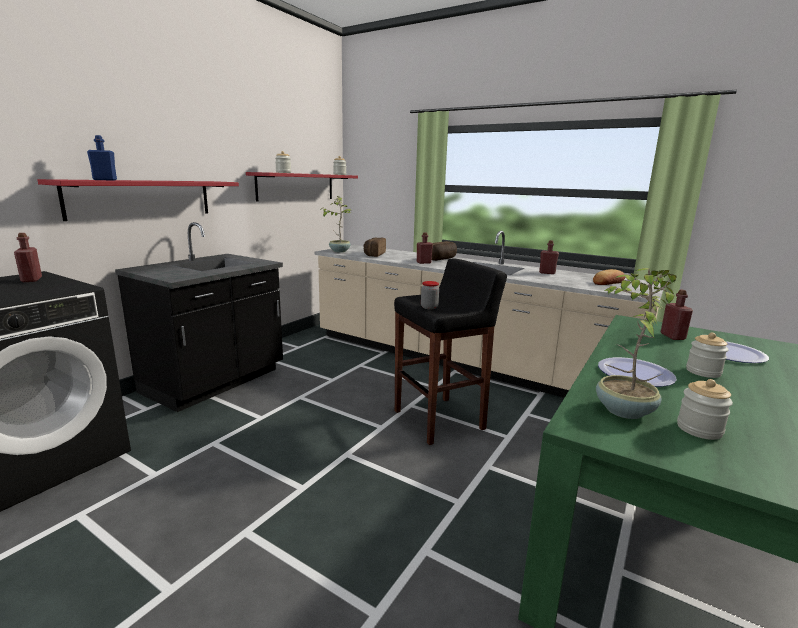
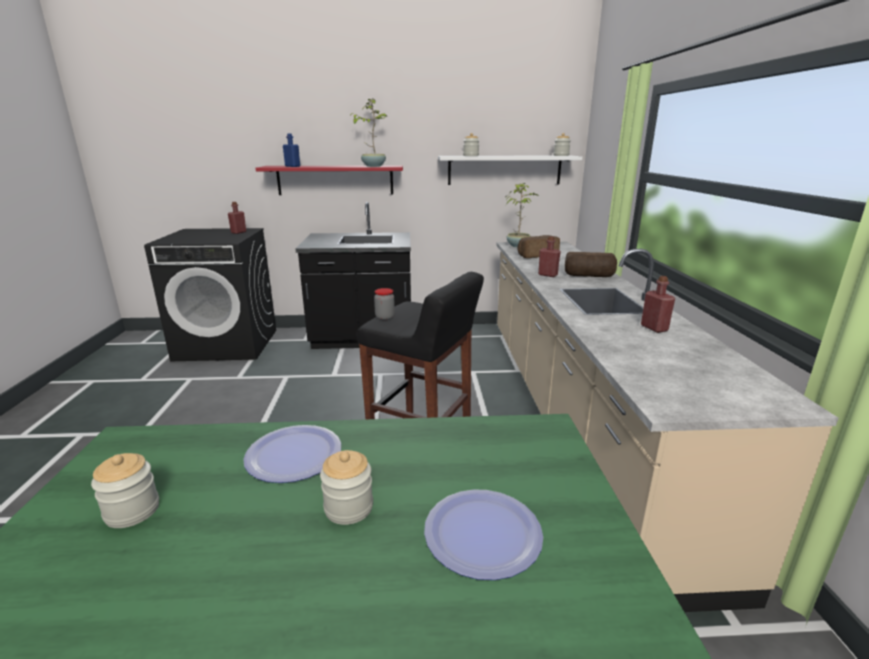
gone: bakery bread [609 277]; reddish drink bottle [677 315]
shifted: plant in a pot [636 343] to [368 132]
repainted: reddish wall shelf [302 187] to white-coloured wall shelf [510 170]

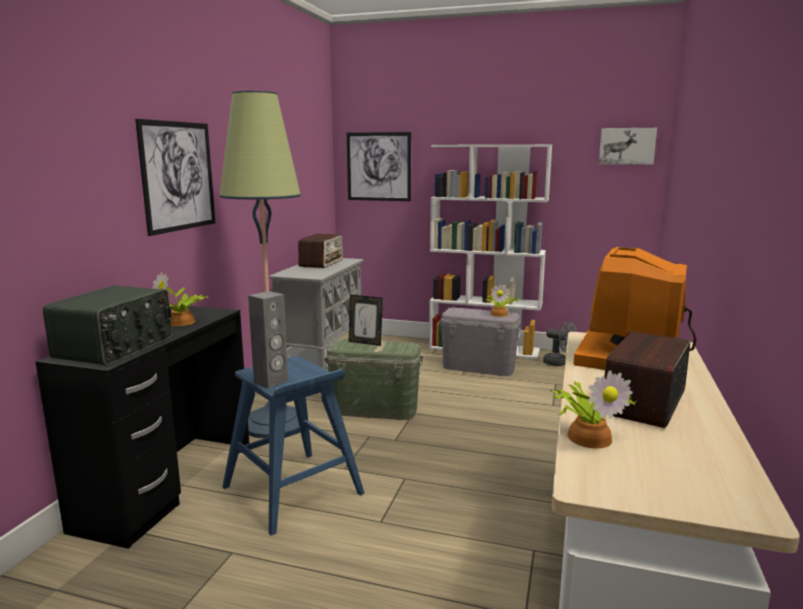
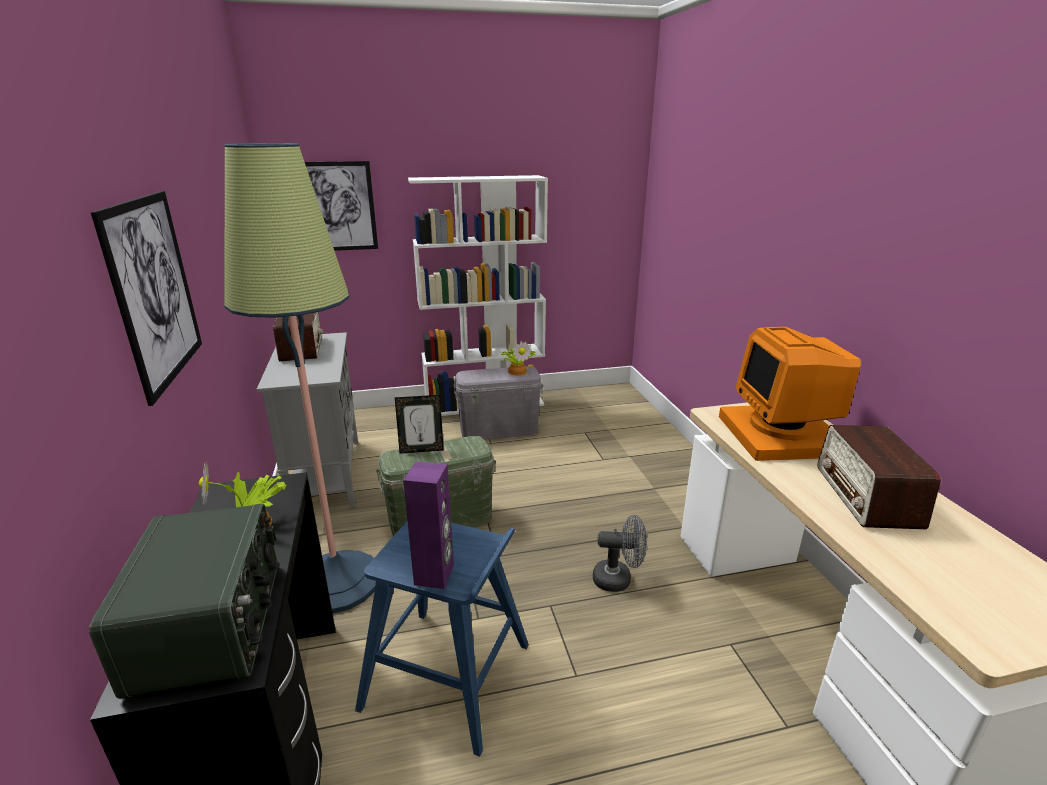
gone: picture [628 146]; plant in a pot [593 409]
shifted: grey cooling fan [560 343] to [620 553]
repainted: grey loudspeaker [268 339] to purplish loudspeaker [428 525]

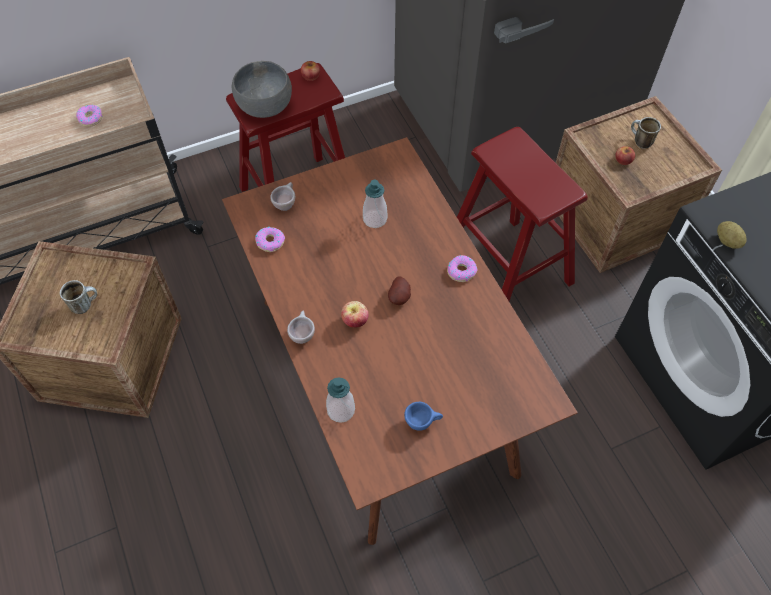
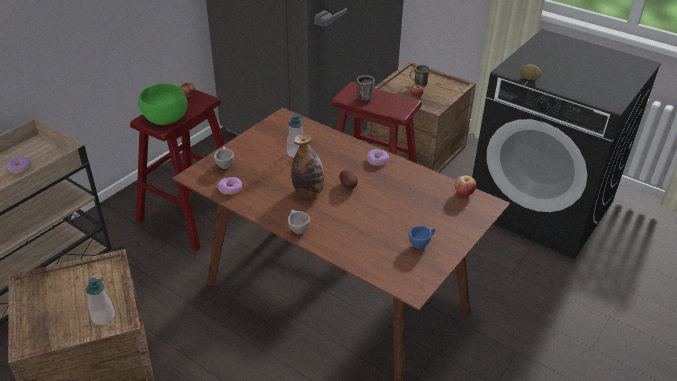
new: drink bottle [308 165]
shifted: coffee mug [78 297] to [366 88]; apple [355 314] to [465 185]; liquid soap bottle [340 400] to [100 301]
repainted: grey bowl [262 89] to greenish bowl [163 104]

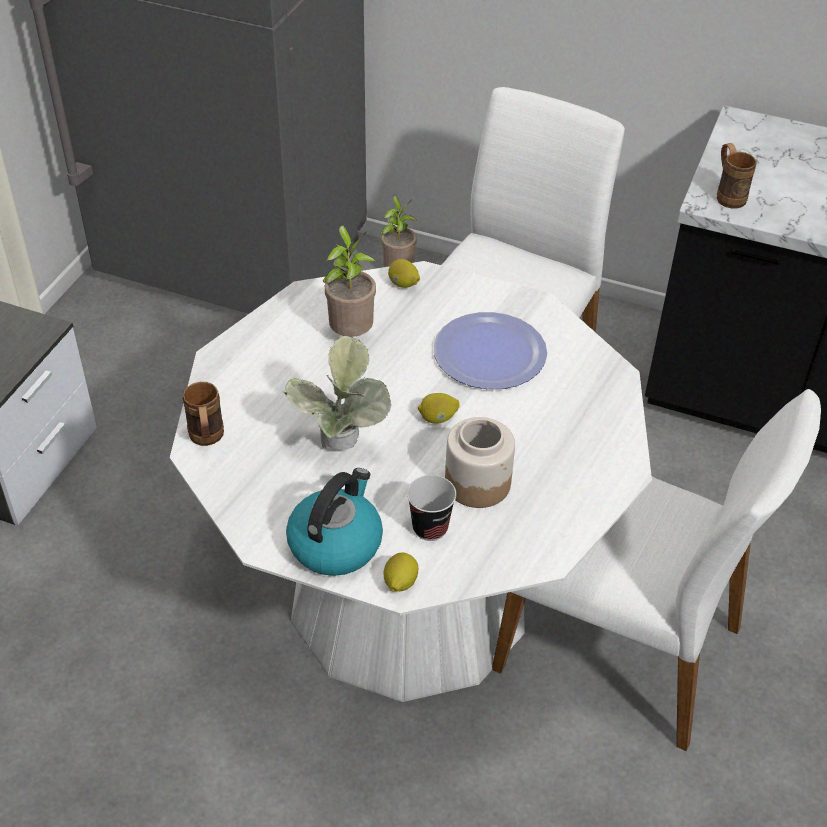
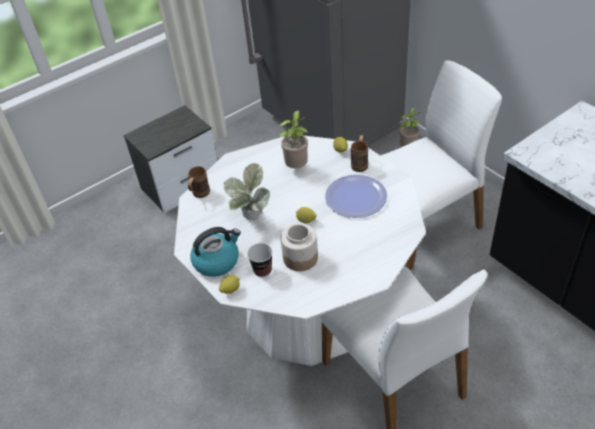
shifted: brownish coffee mug [737 176] to [359 153]

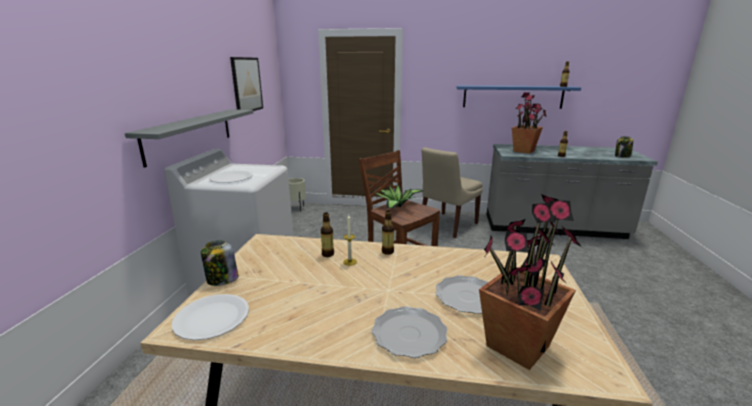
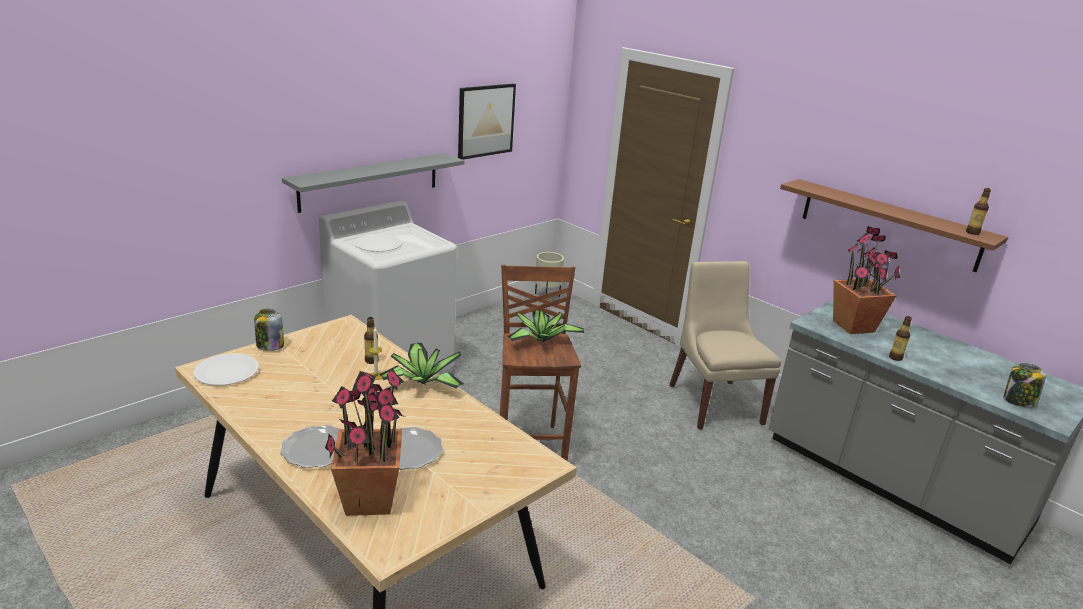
swapped: drink bottle [388 232] to plant in a pot [422 365]
repainted: blue wall shelf [519 97] to brownish wall shelf [894 225]
rotated: sand-coloured plain chair [452 192] = [725 345] 90 degrees clockwise

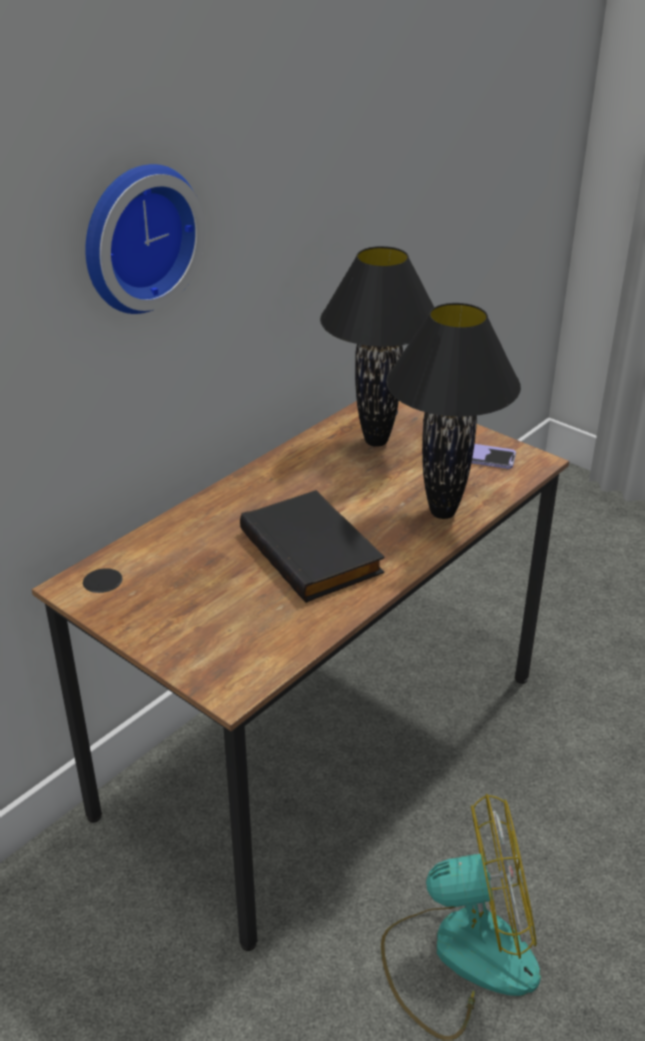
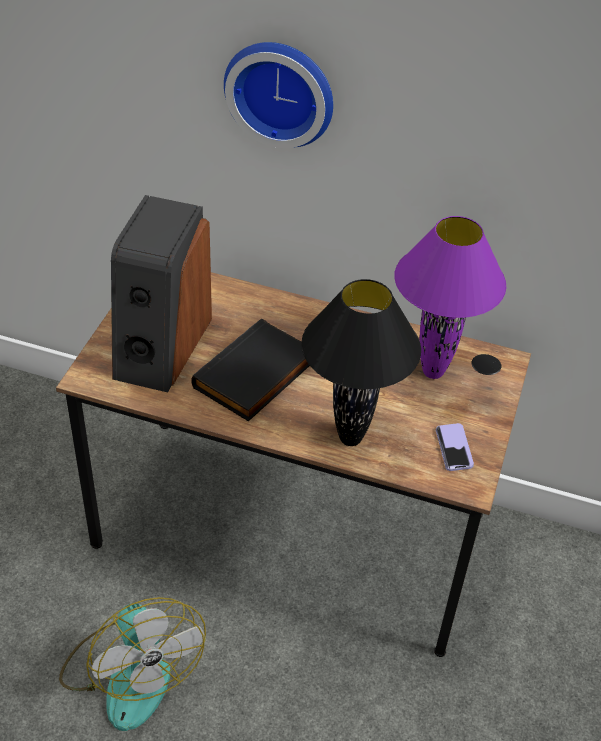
new: loudspeaker [161 293]
repainted: blackish lamp for a table [377 346] to purplish lamp for a table [450 297]

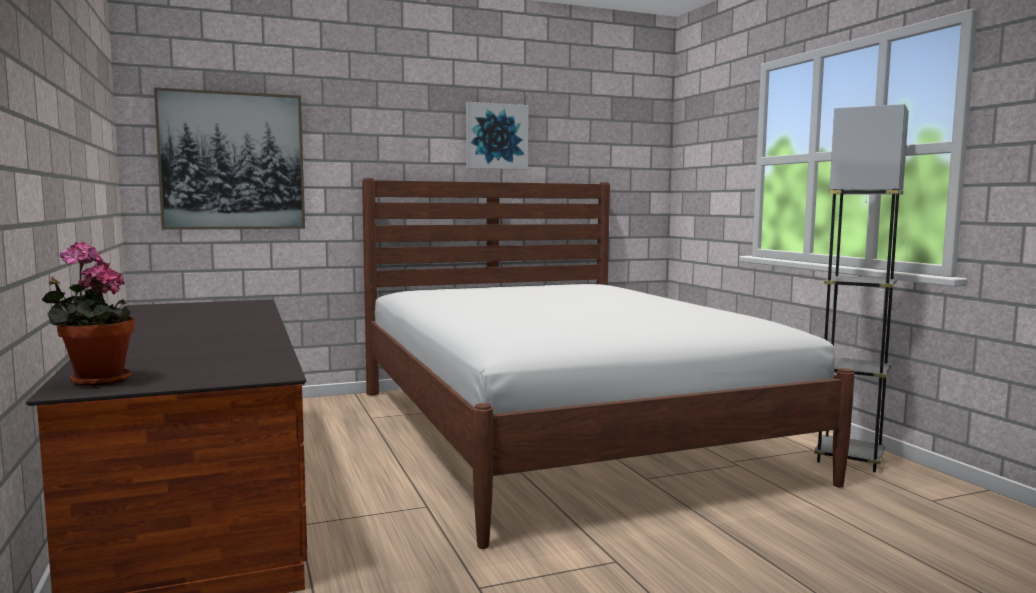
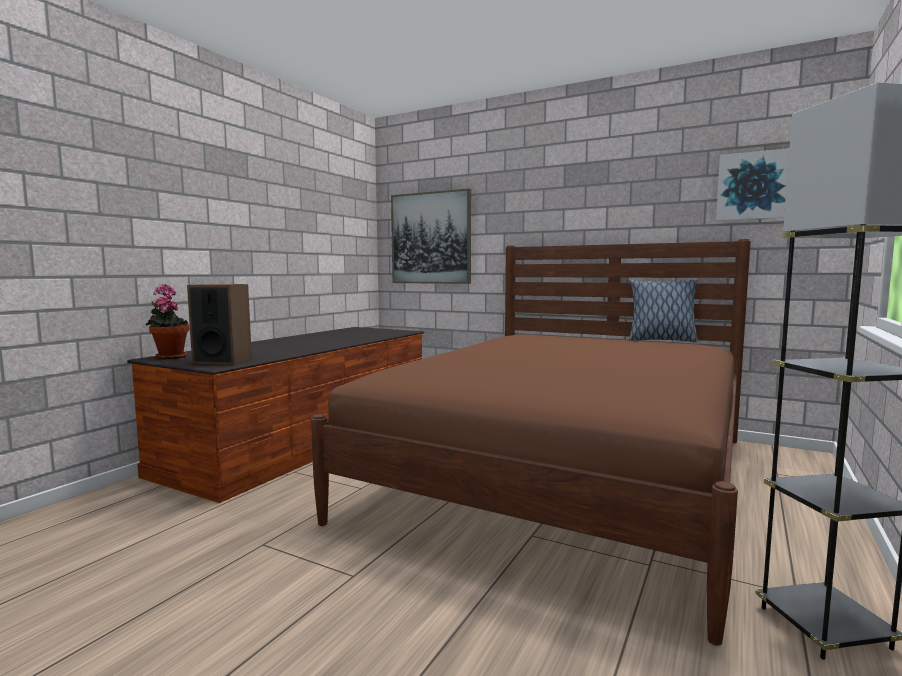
new: pillow [663 311]; loudspeaker [219 324]
shifted: picture [497 136] to [752 184]
repainted: white-coloured bedroom bed [608 363] to brownish bedroom bed [531 442]

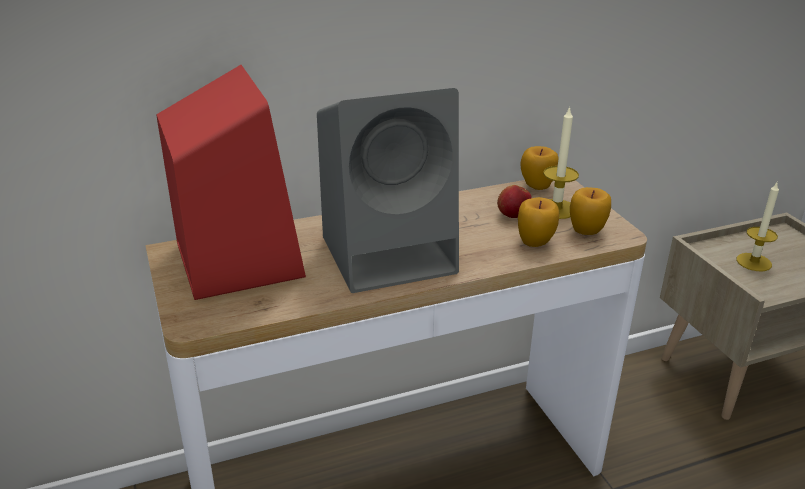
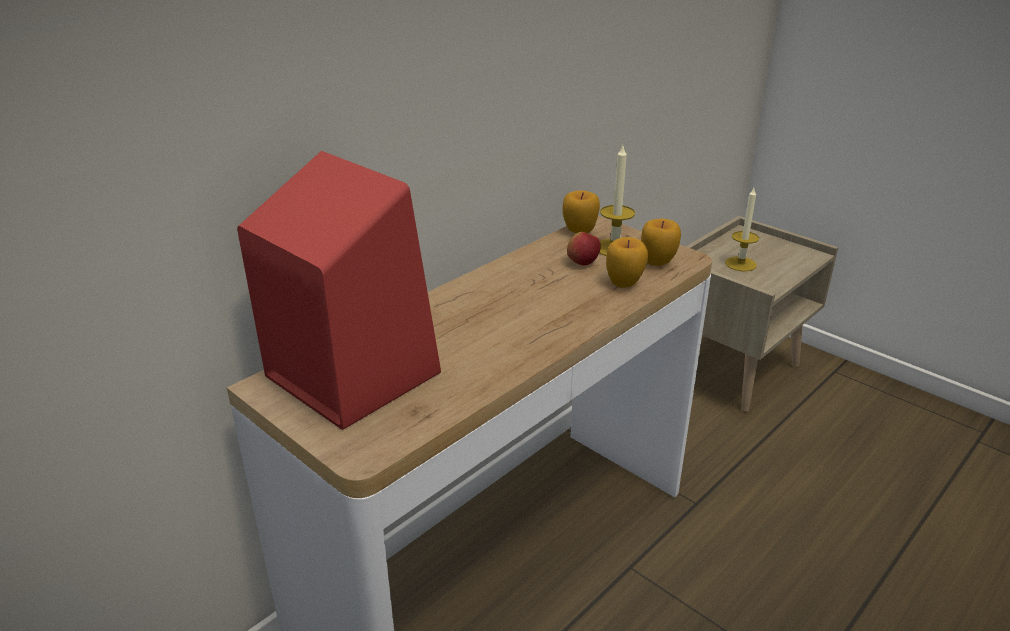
gone: grey loudspeaker [388 190]

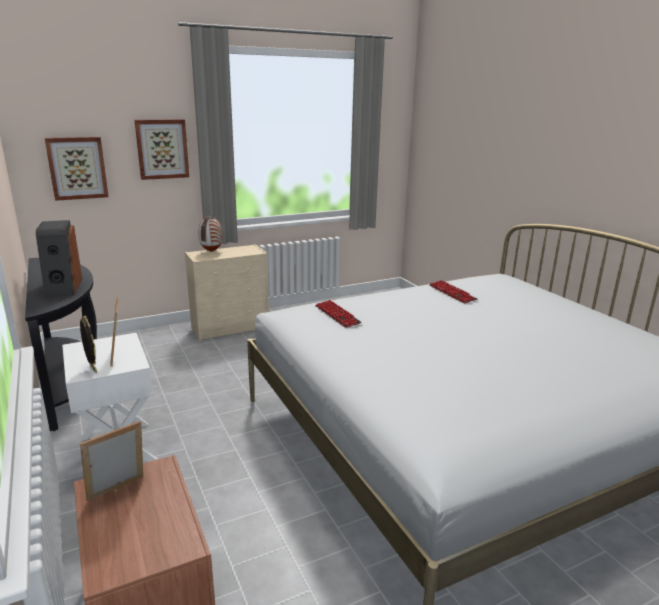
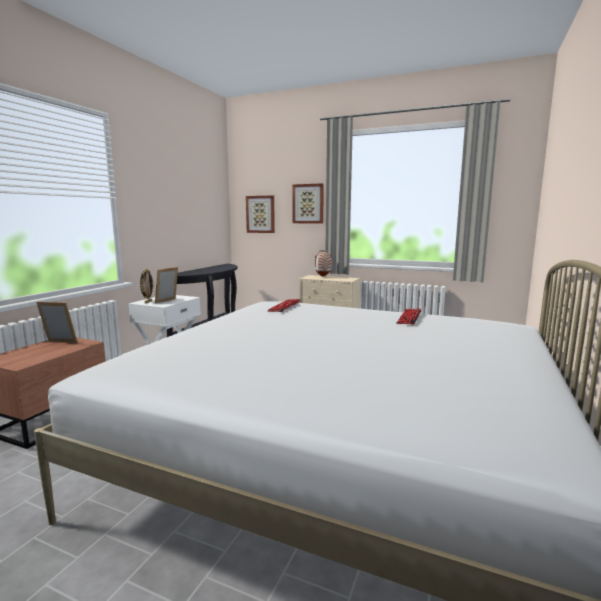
gone: loudspeaker [59 259]

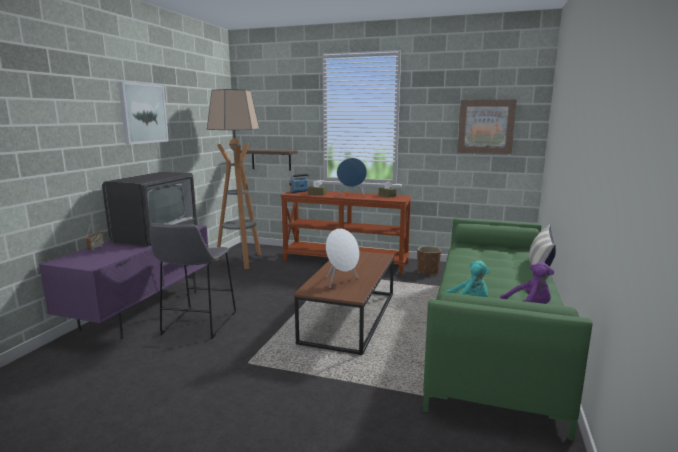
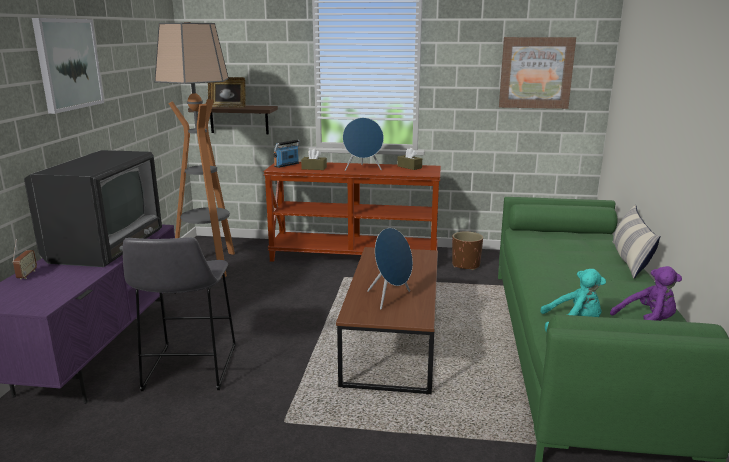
new: photo frame [227 92]
repainted: white-coloured loudspeaker [342 258] to blue loudspeaker [390 268]

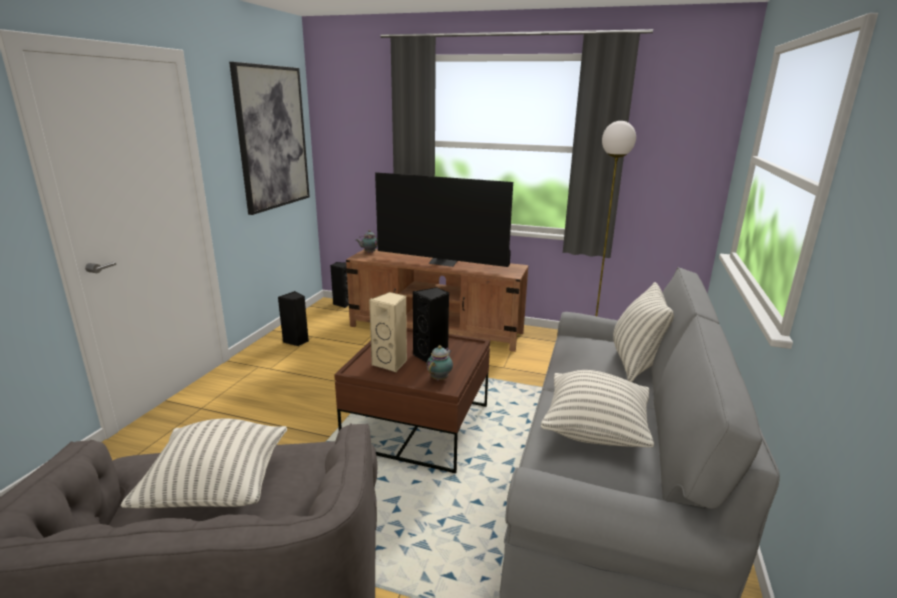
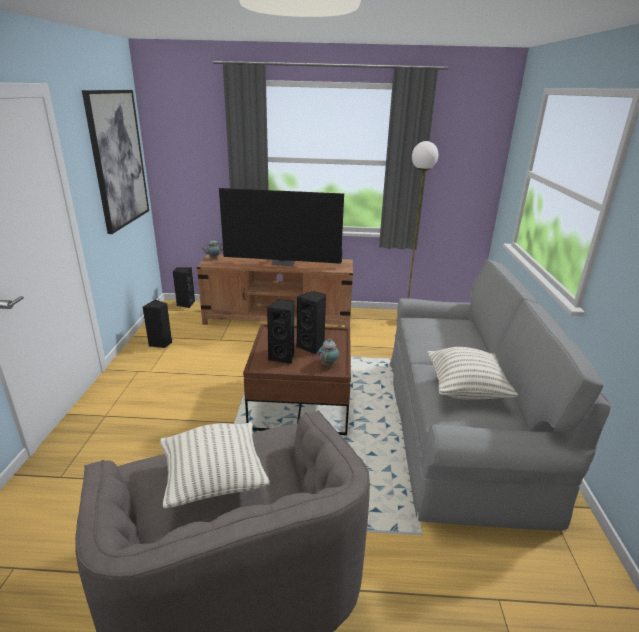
gone: pillow [643 332]
repainted: sand-coloured loudspeaker [388 332] to blackish loudspeaker [280 331]

